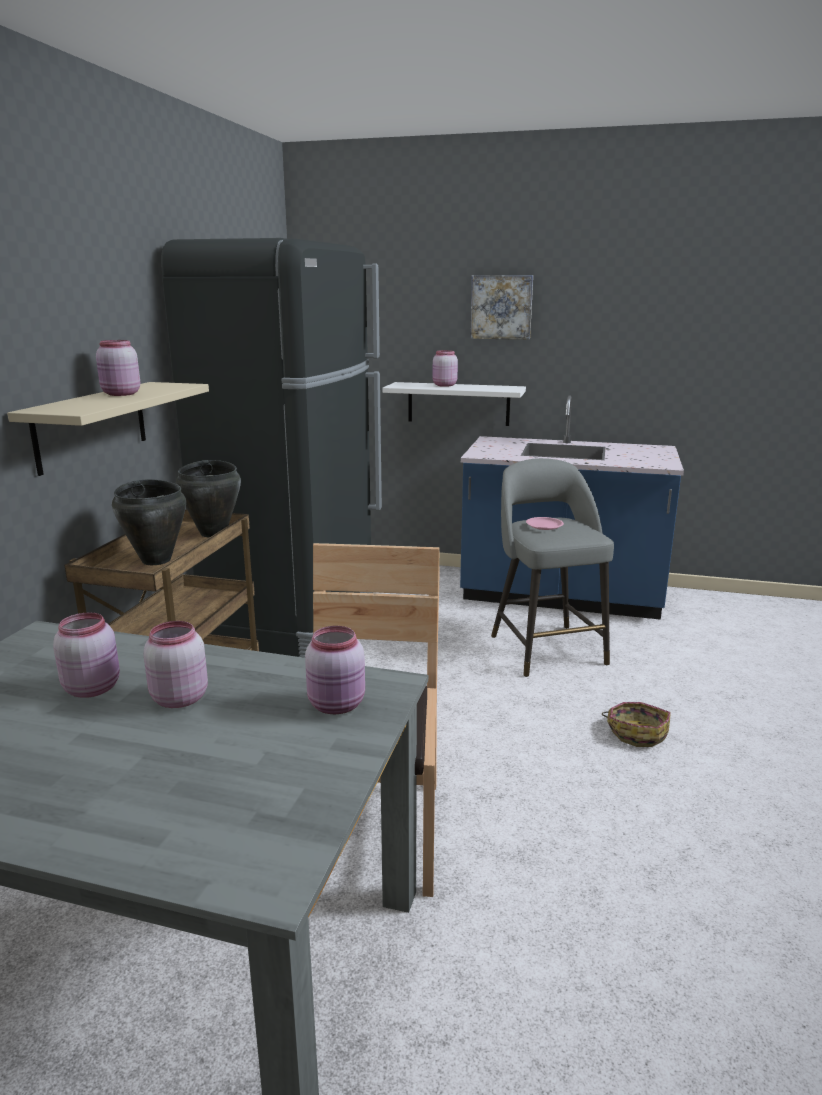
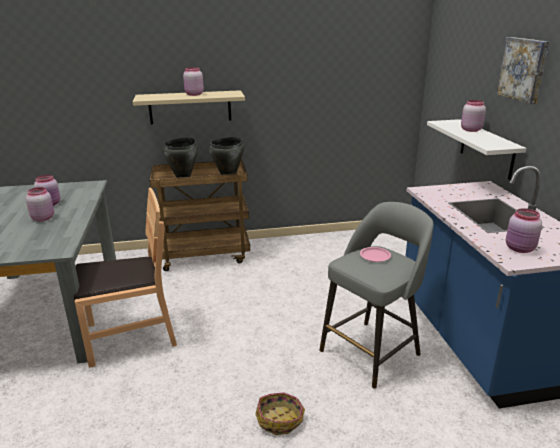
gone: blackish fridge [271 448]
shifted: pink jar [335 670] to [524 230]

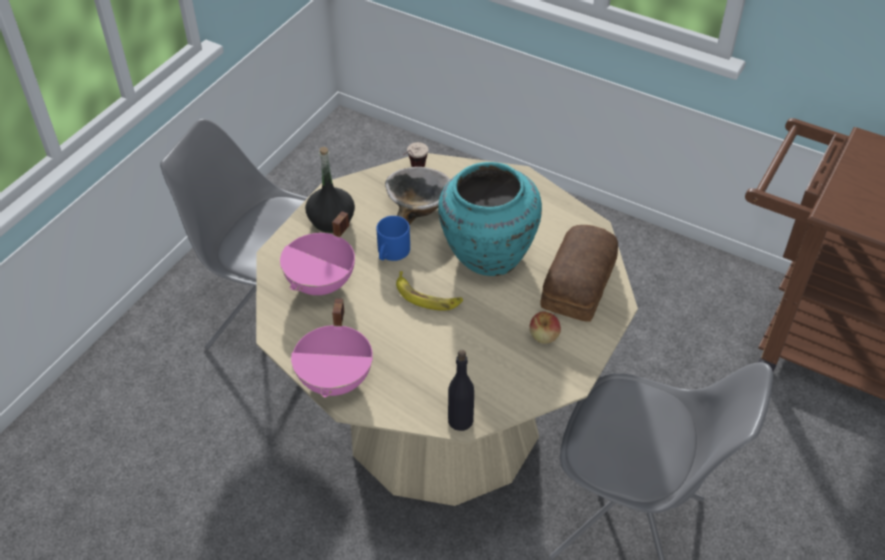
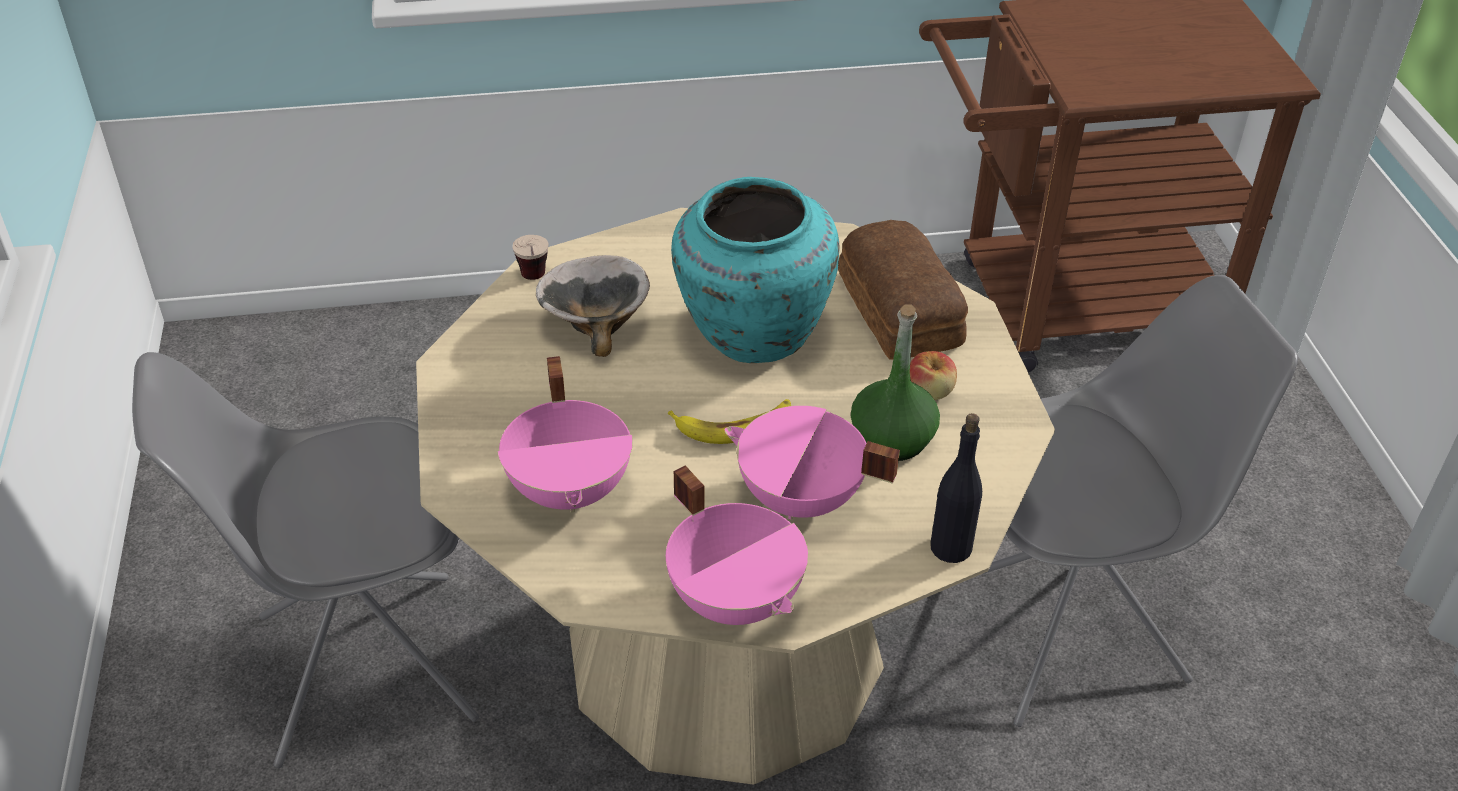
gone: blackish drink bottle [330 190]; blue coffee mug [393 238]
new: greenish drink bottle [895 383]; pink cooking pot [812 462]

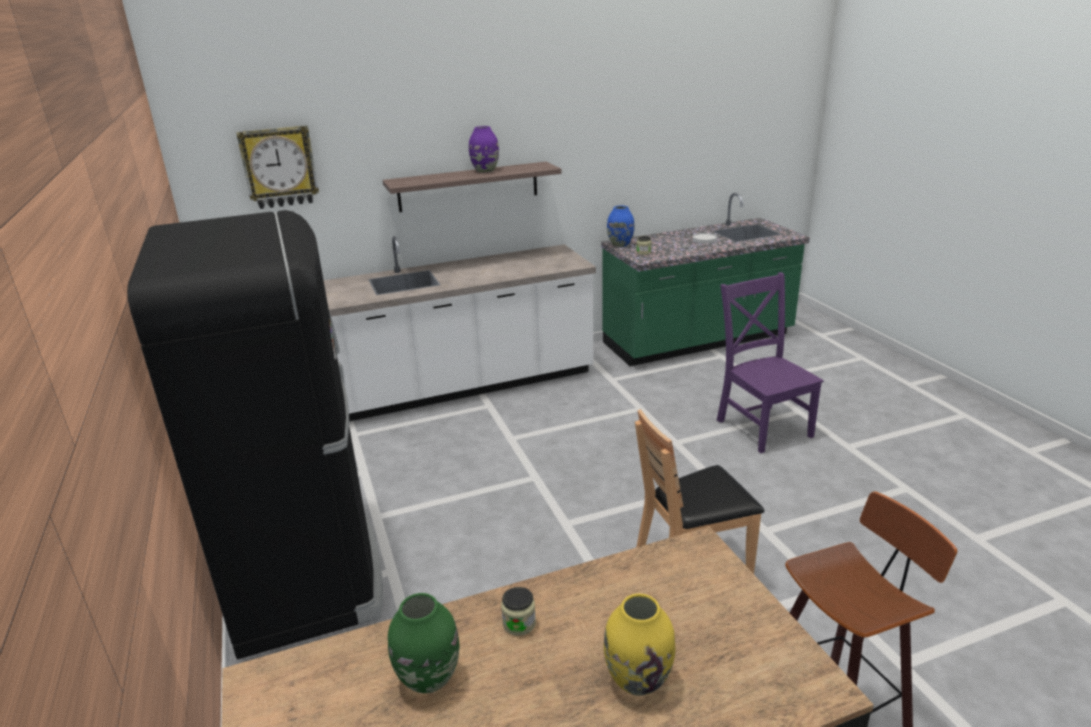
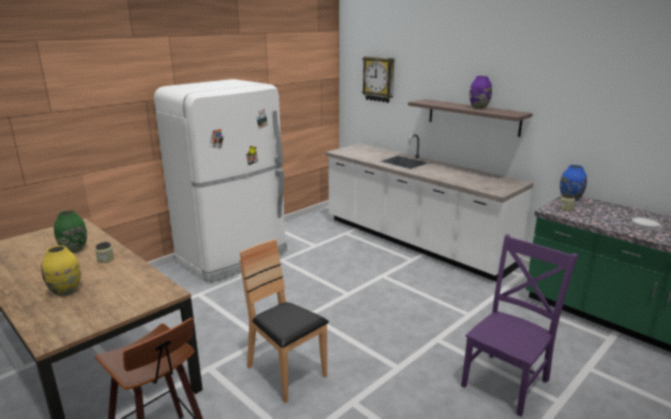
repainted: blackish fridge [255 434] to white-coloured fridge [220 181]

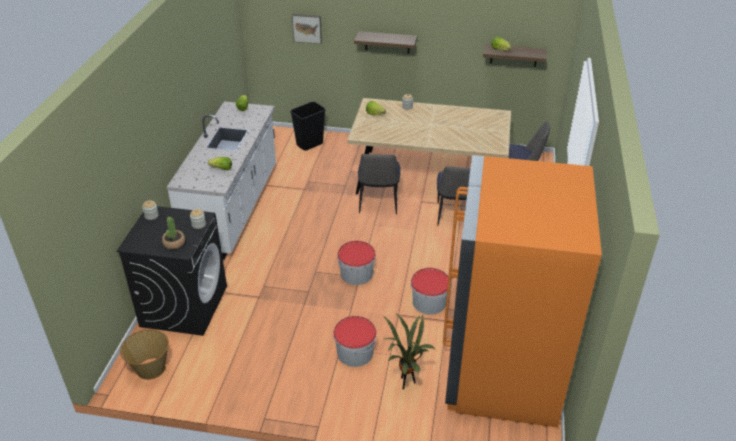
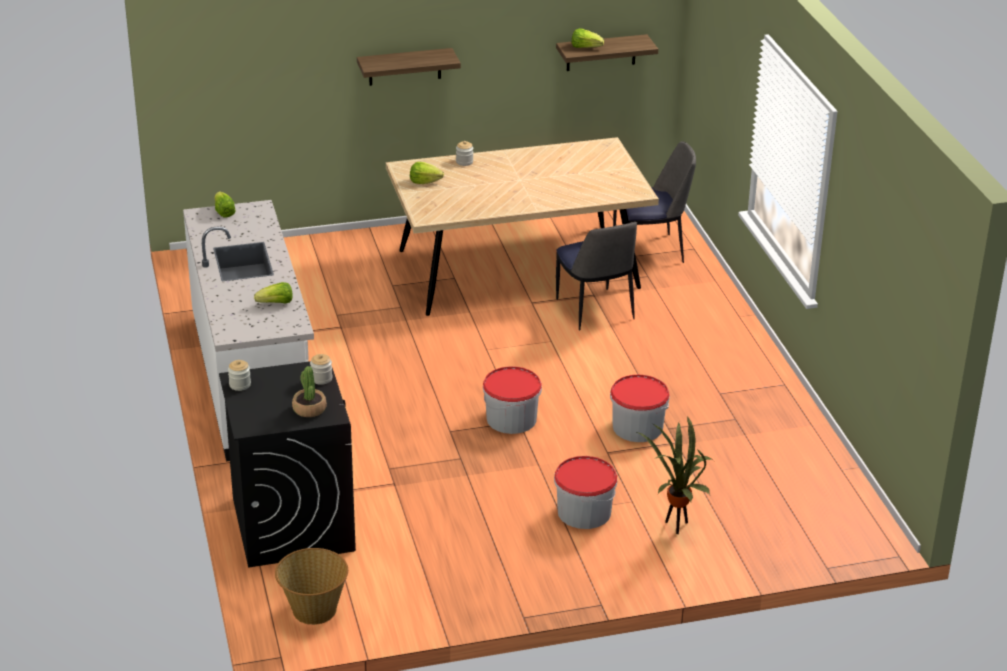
gone: picture [307 29]; blackish rubbish bin [308 126]; plain chair [379 184]; orangey fridge [522 291]

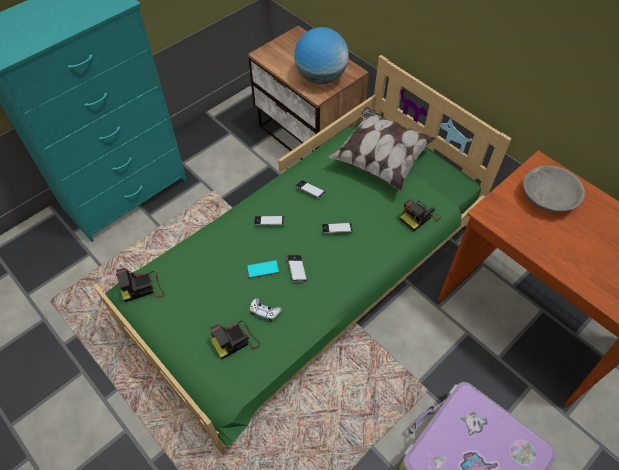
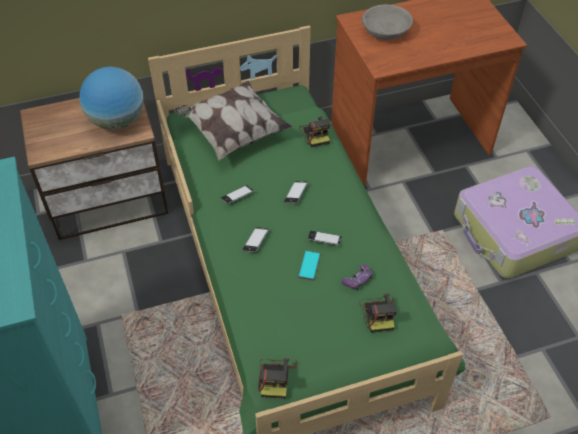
repainted: white-coloured gamepad [266 310] to purplish gamepad [357 277]

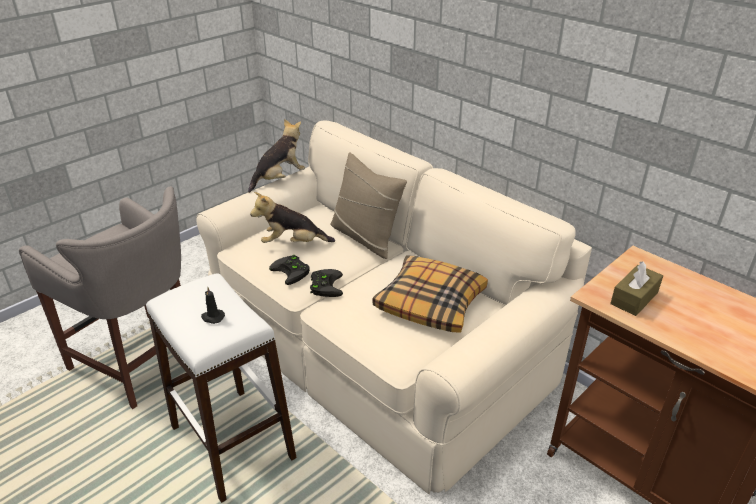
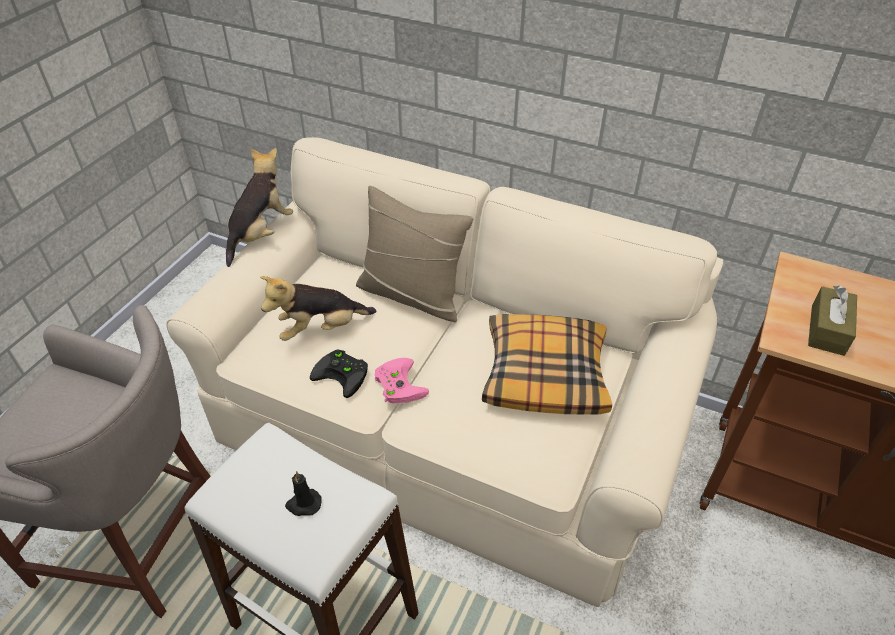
repainted: blackish gamepad [326 283] to pink gamepad [402 380]

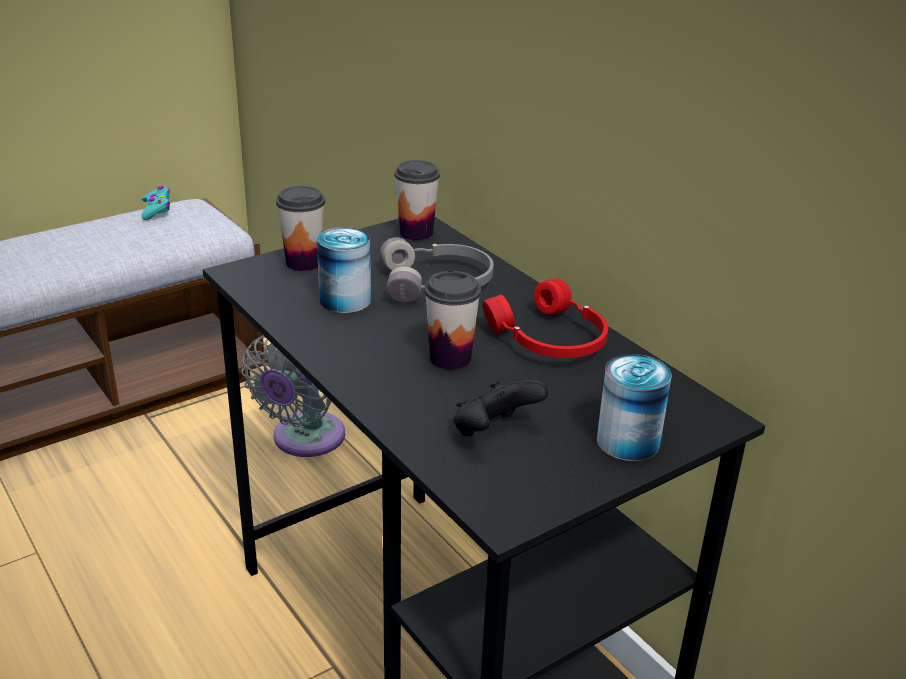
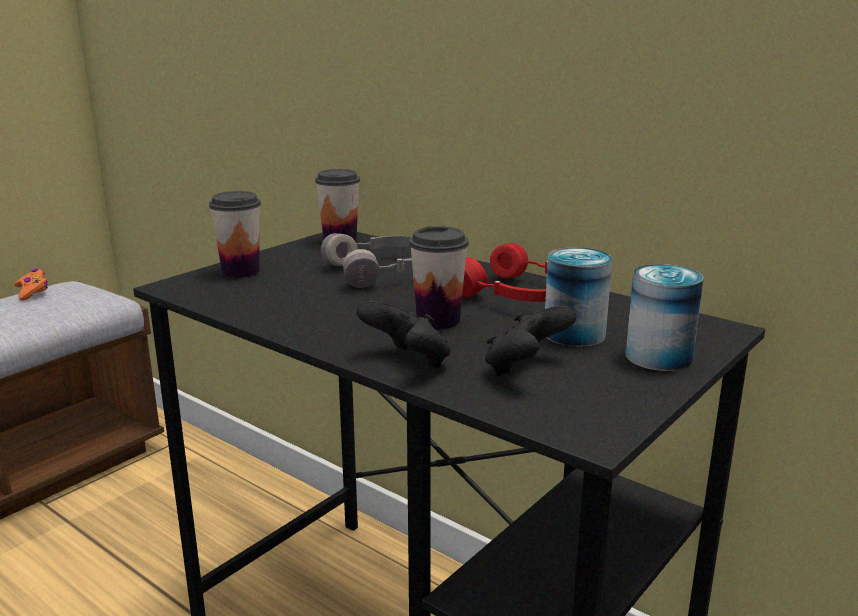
gone: grey cooling fan [293 396]
new: blackish gamepad [404 334]
shifted: sealed can [344 270] to [578 297]
repainted: blue-green gamepad [155 203] to orangey gamepad [31 284]

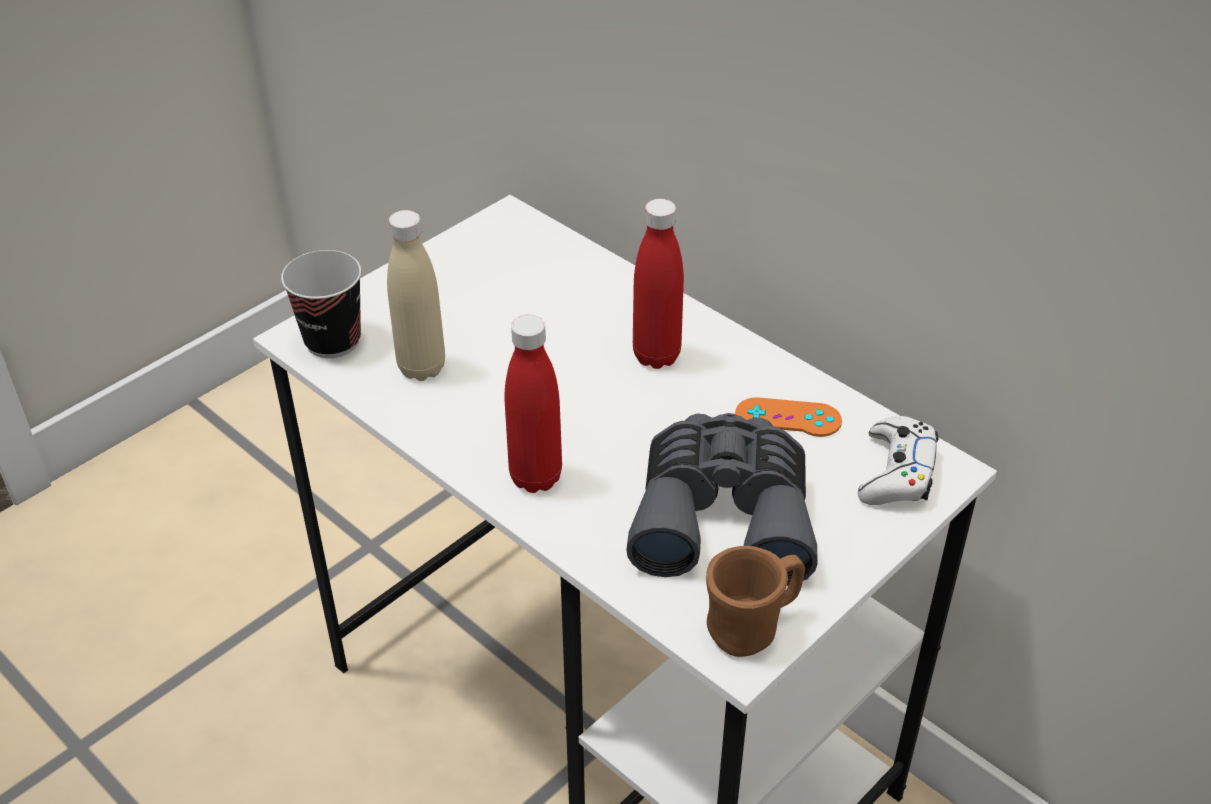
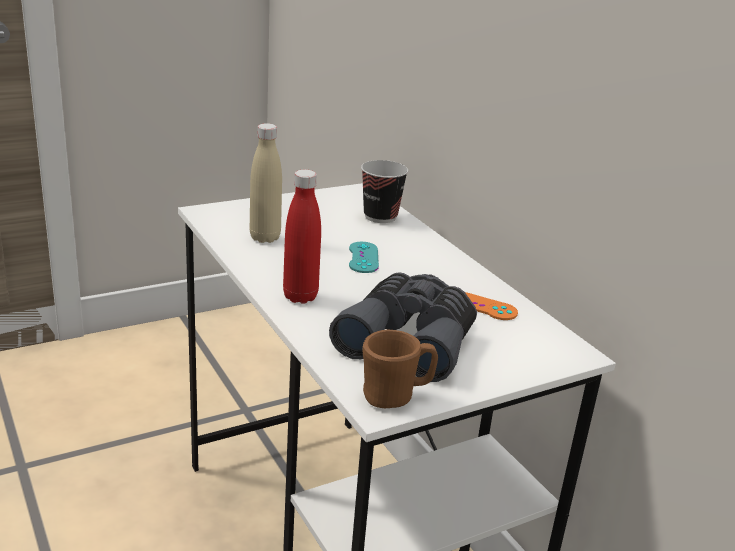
gone: reddish drink bottle [658 284]; white-coloured gamepad [898 460]
new: blue-green gamepad [364 257]
shifted: cup [321 304] to [384 191]

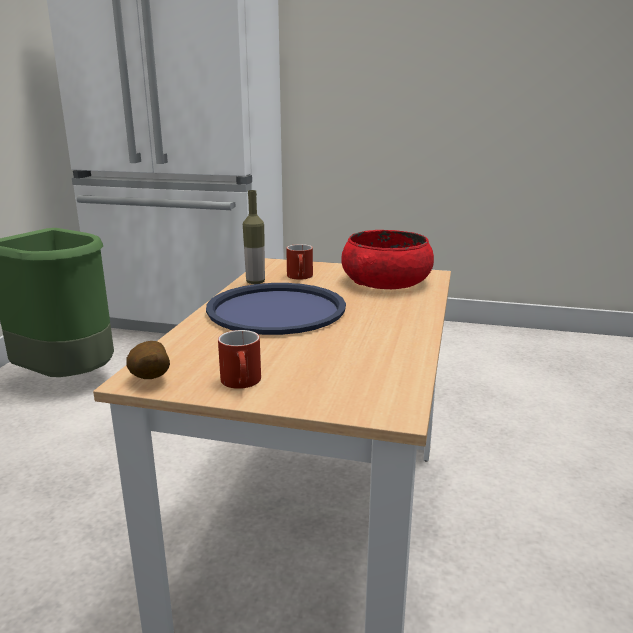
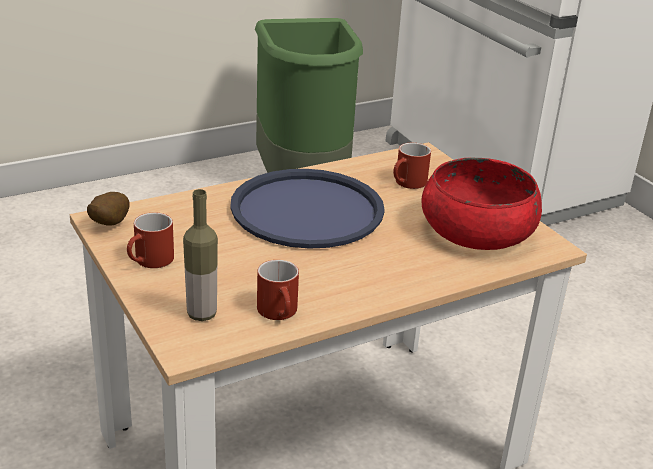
new: reddish coffee mug [278 290]
shifted: drink bottle [254 237] to [200 255]

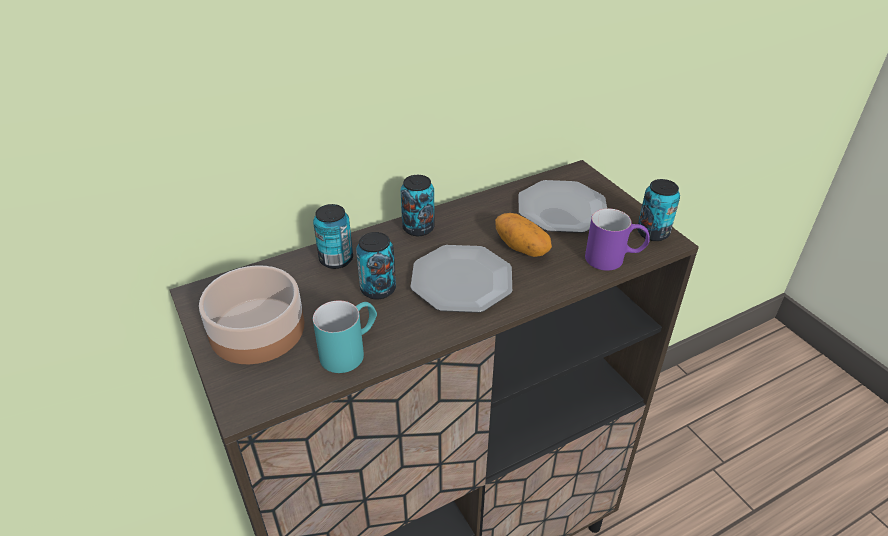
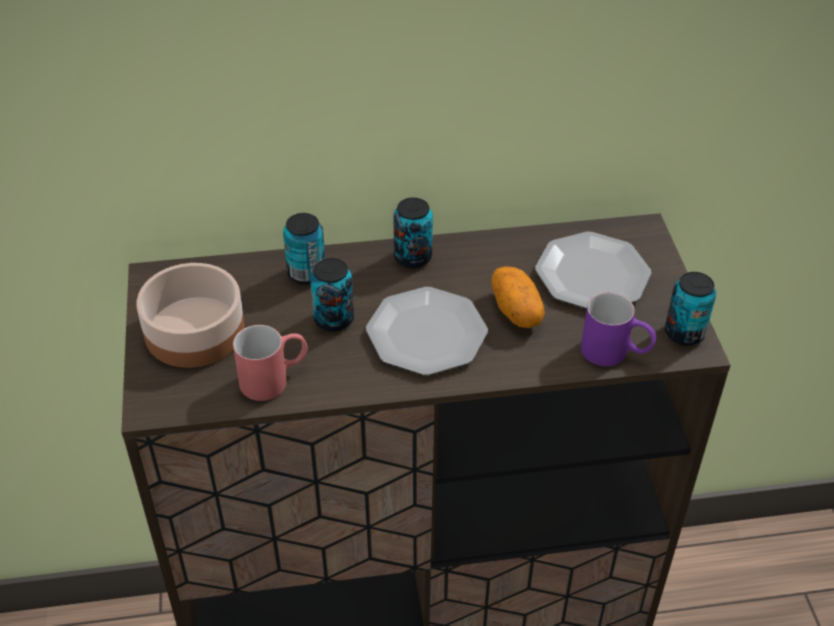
repainted: blue-green coffee mug [345 336] to reddish coffee mug [270 363]

